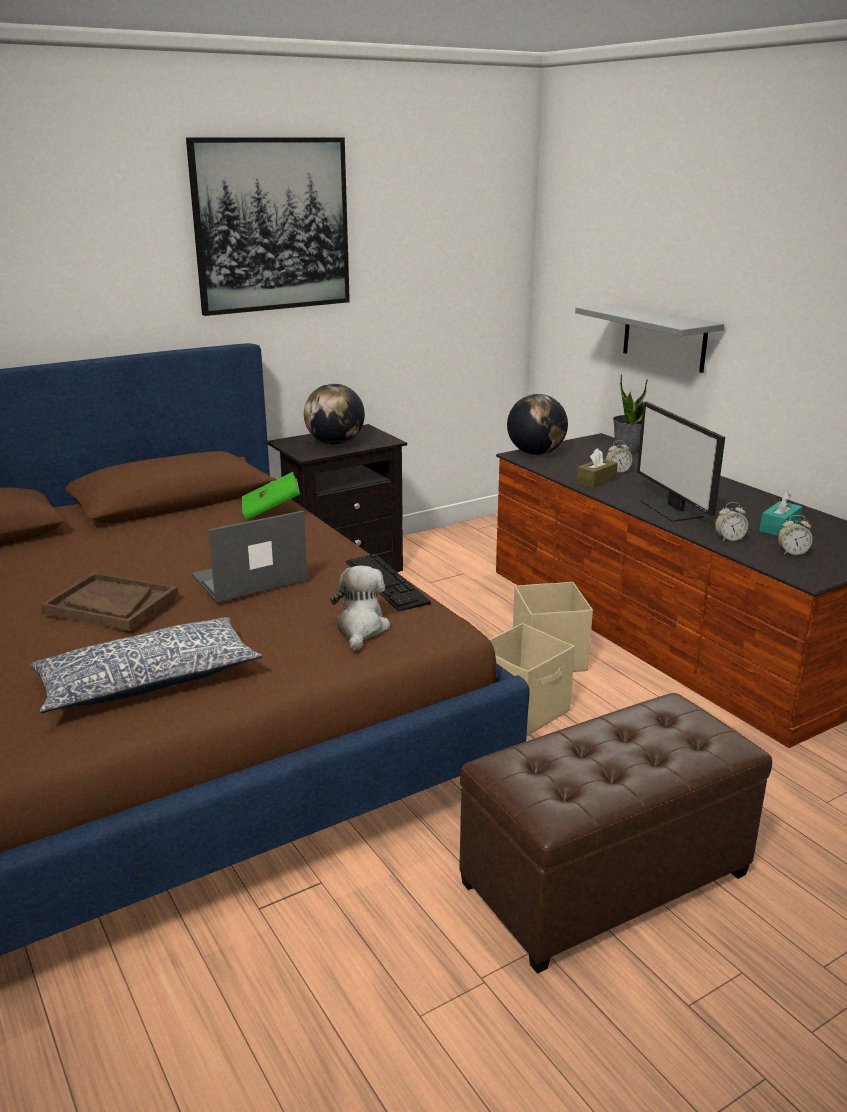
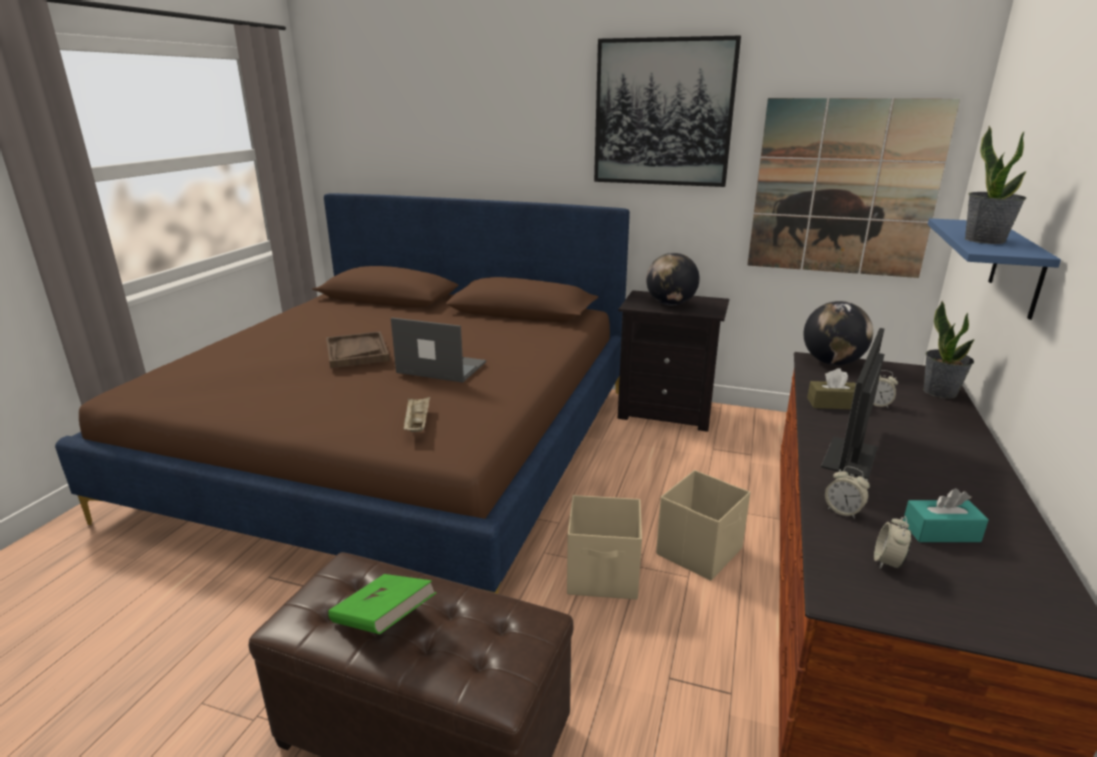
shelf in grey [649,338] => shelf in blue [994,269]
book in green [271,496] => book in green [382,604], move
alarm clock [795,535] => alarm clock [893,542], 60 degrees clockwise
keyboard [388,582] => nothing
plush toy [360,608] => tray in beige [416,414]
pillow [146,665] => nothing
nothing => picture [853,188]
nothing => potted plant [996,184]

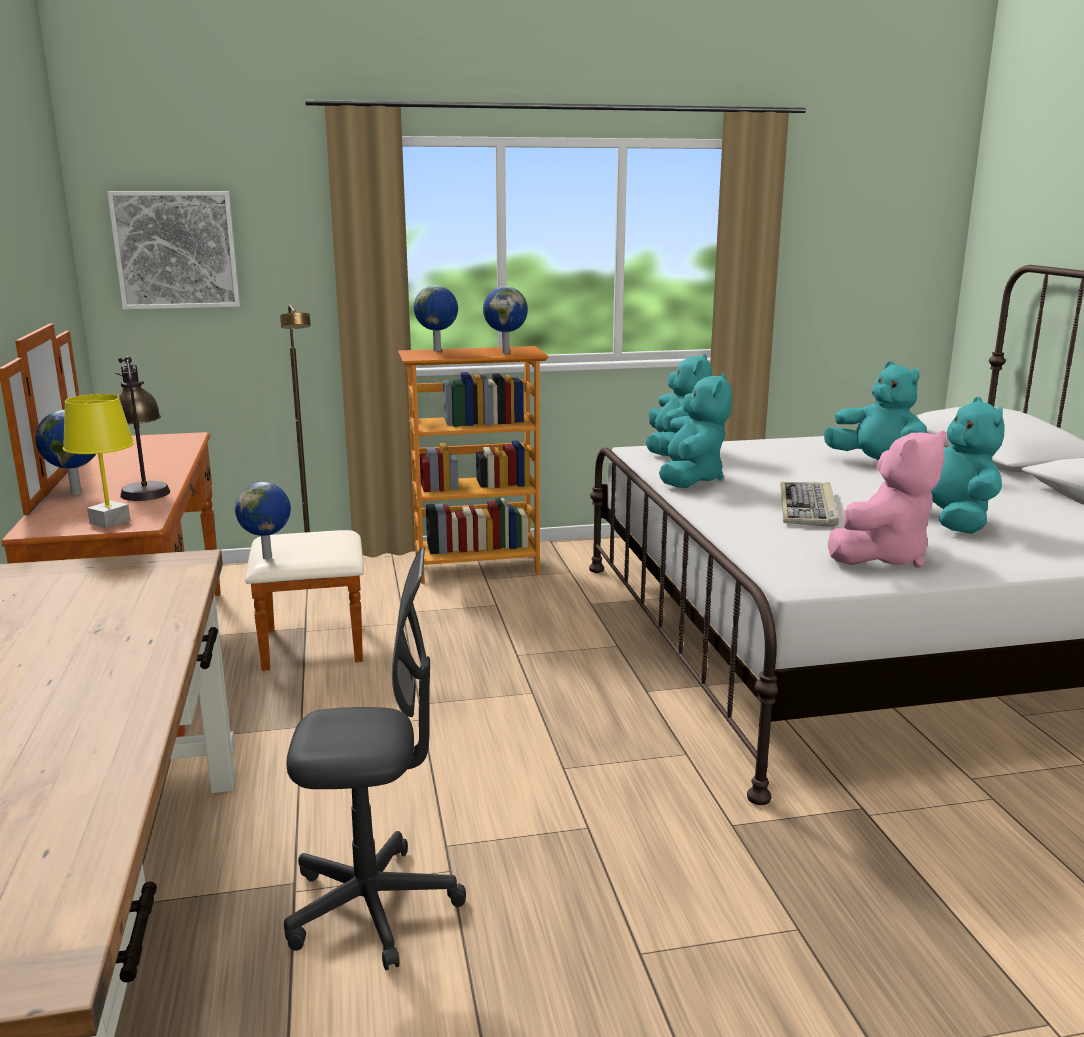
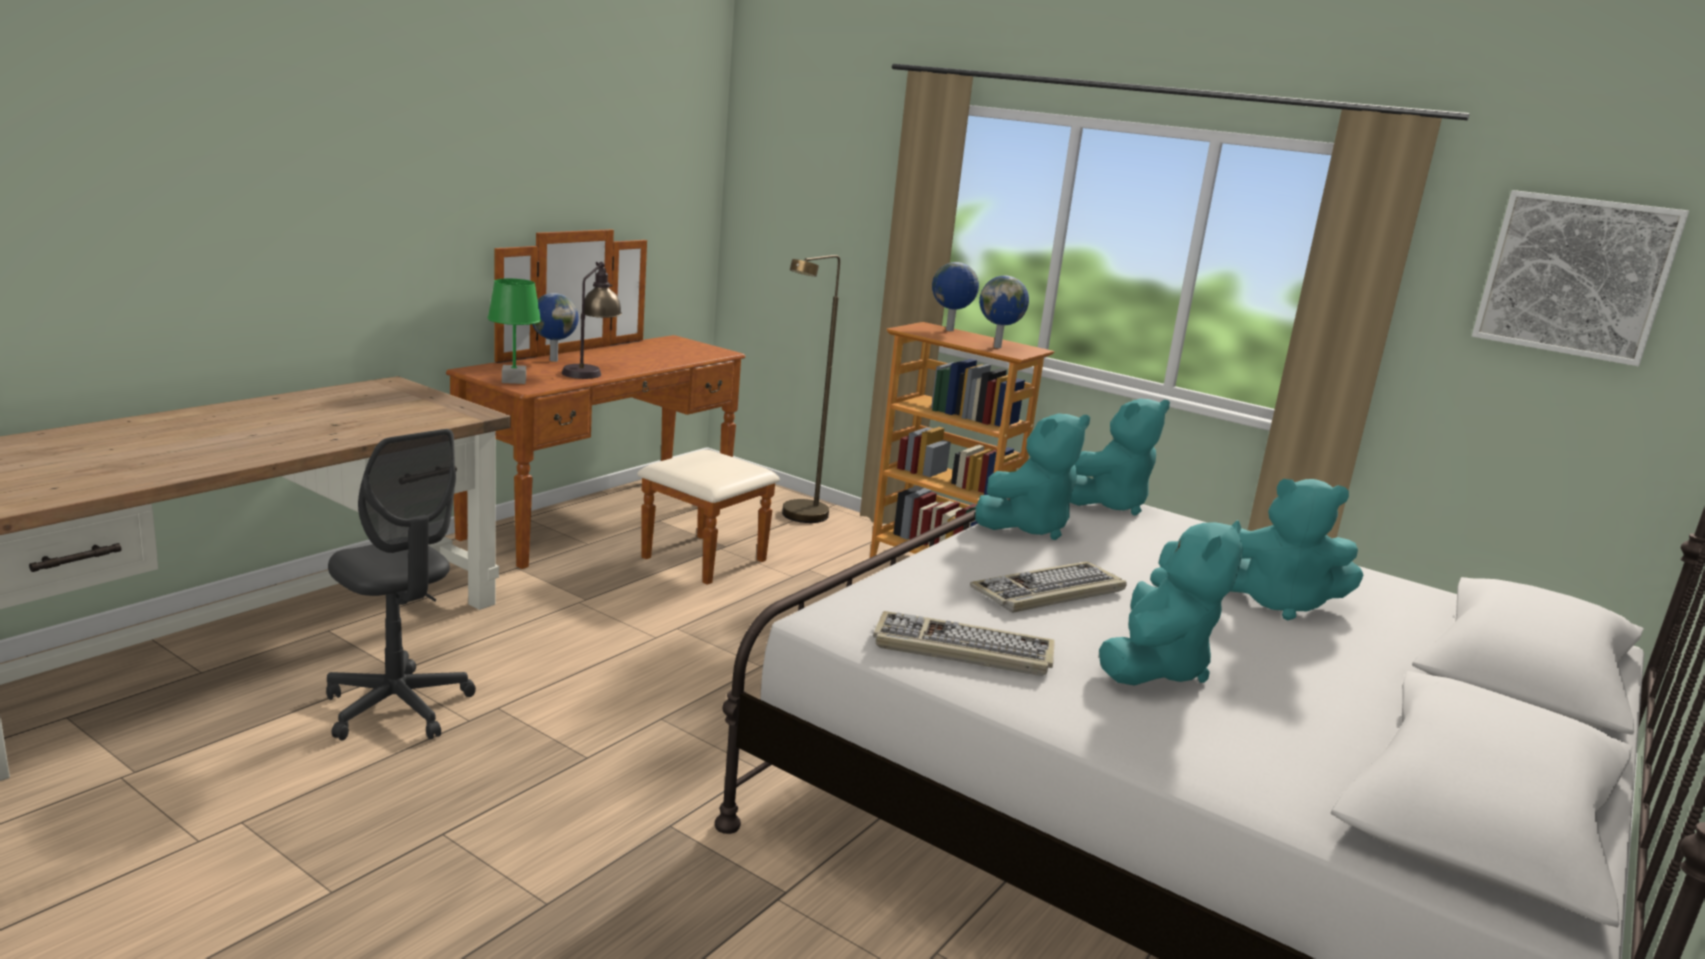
picture [173,250] => picture [1580,278], move
plush toy in turquoise [875,410] => plush toy in turquoise [1297,549], 90 degrees clockwise
table lamp in yellow [98,461] => table lamp in green [514,331]
plush toy in pink [887,499] => keyboard [964,643]
globe [263,520] => nothing

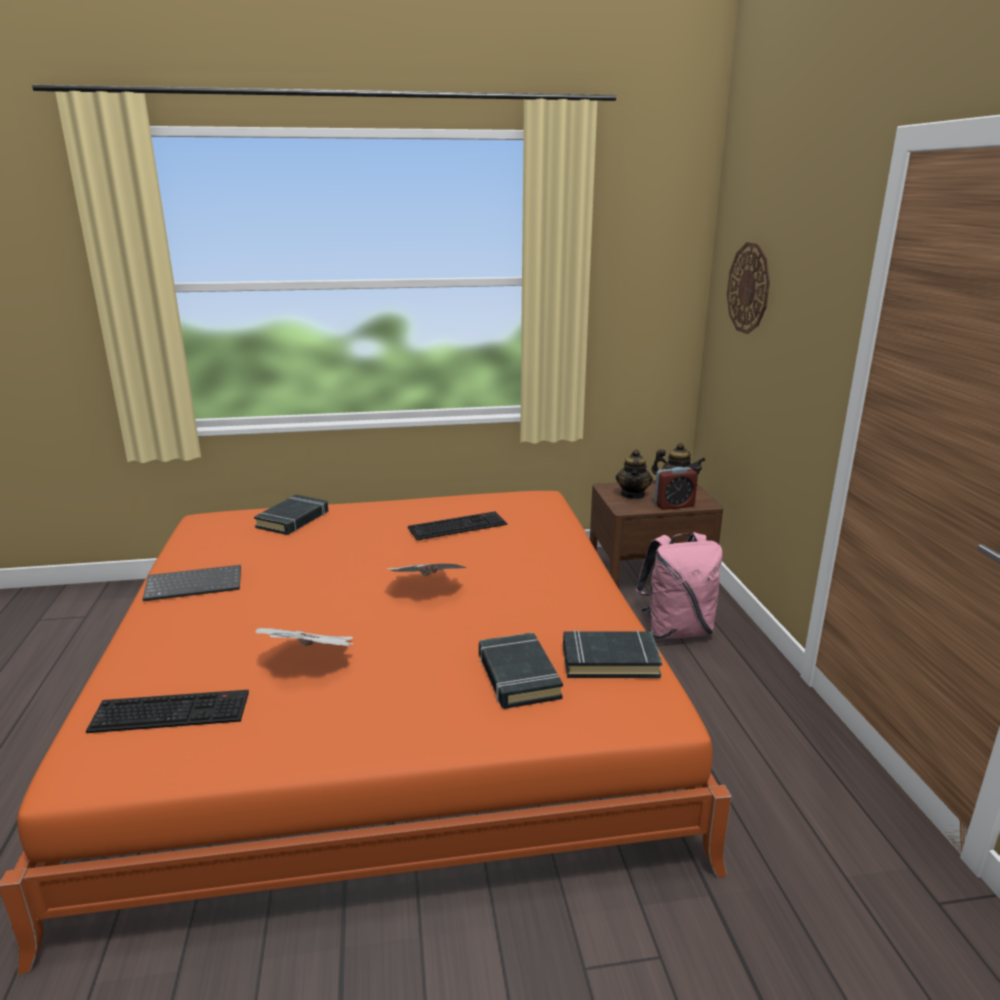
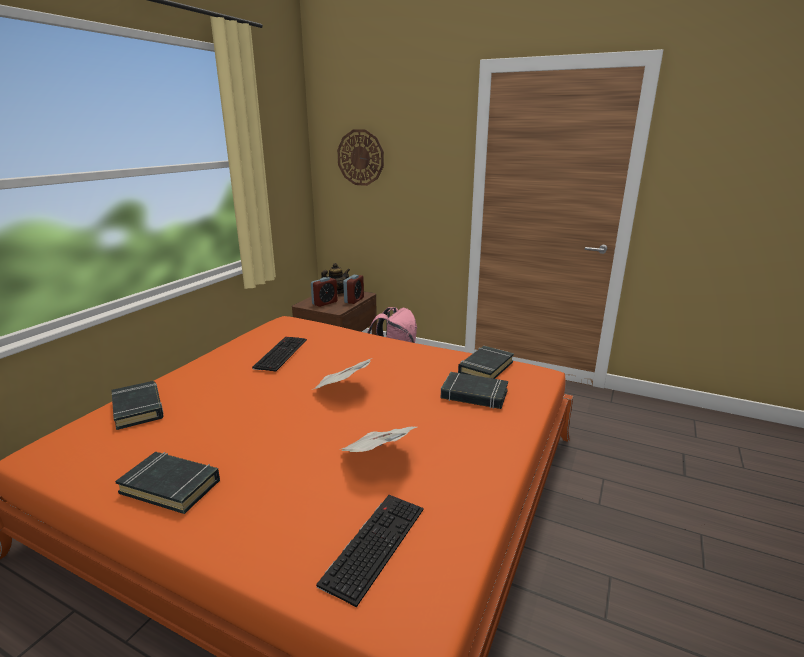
teapot [634,474] => alarm clock [324,292]
keyboard [192,583] => book in black [167,483]

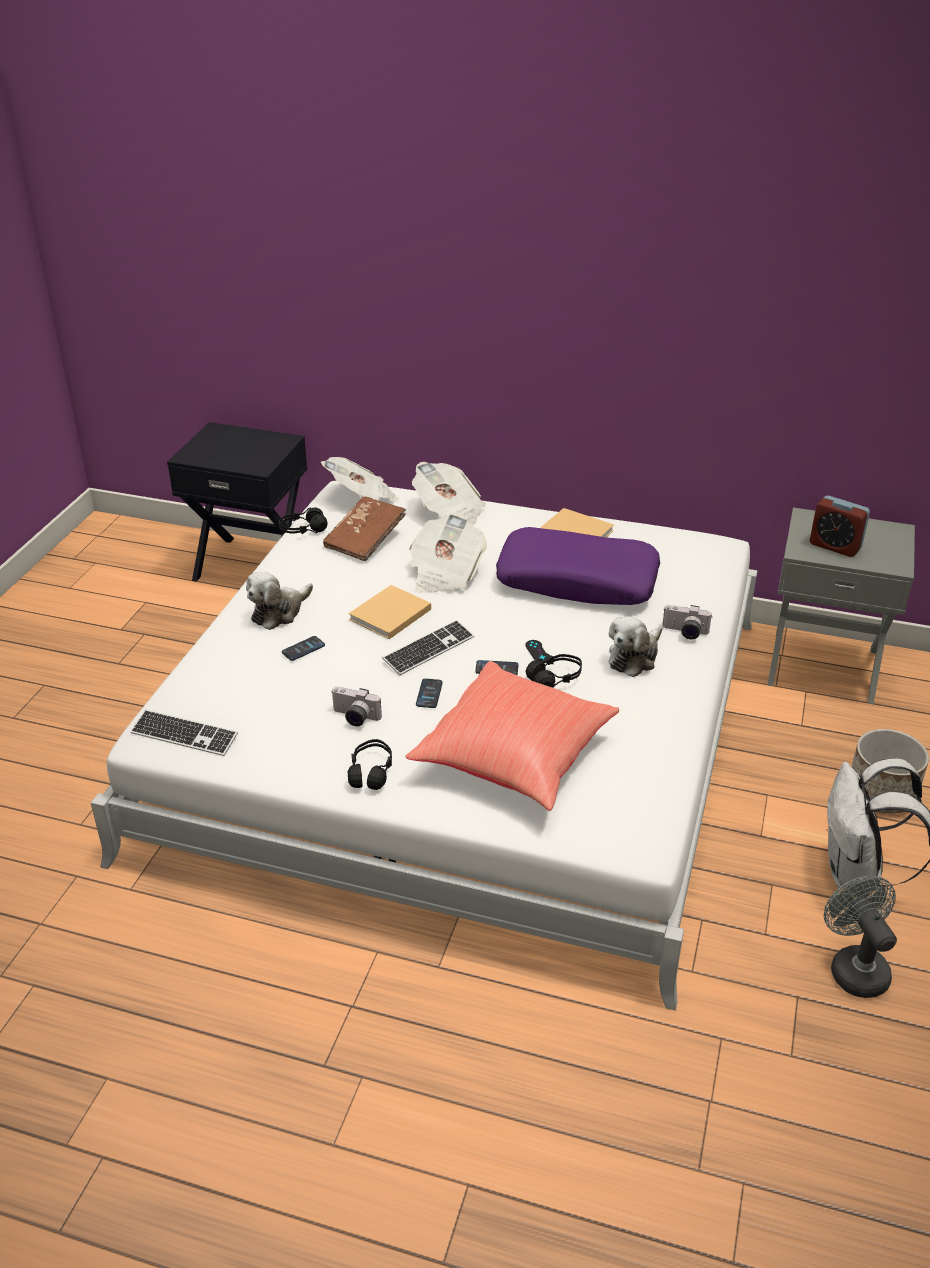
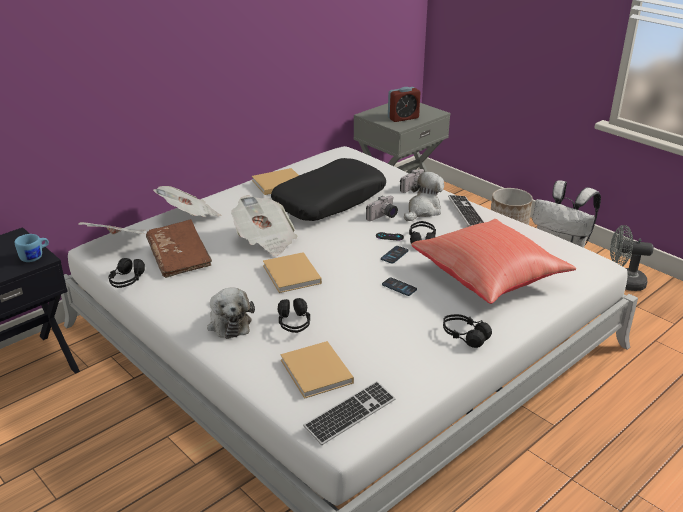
pillow in purple [578,566] => pillow in black [328,189]
plush toy [636,646] => plush toy [424,196], 120 degrees counterclockwise
keyboard [428,647] => keyboard [466,211], move
phone [303,648] => headphones in black [294,315]
photo camera [357,706] => photo camera [382,208], move
nothing => mug in blue [31,248]
nothing => book in beige [317,370]

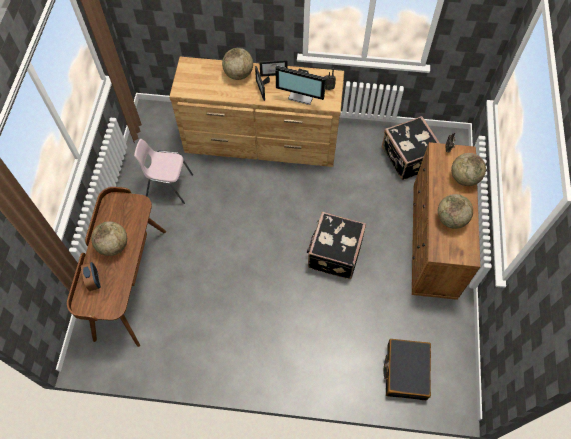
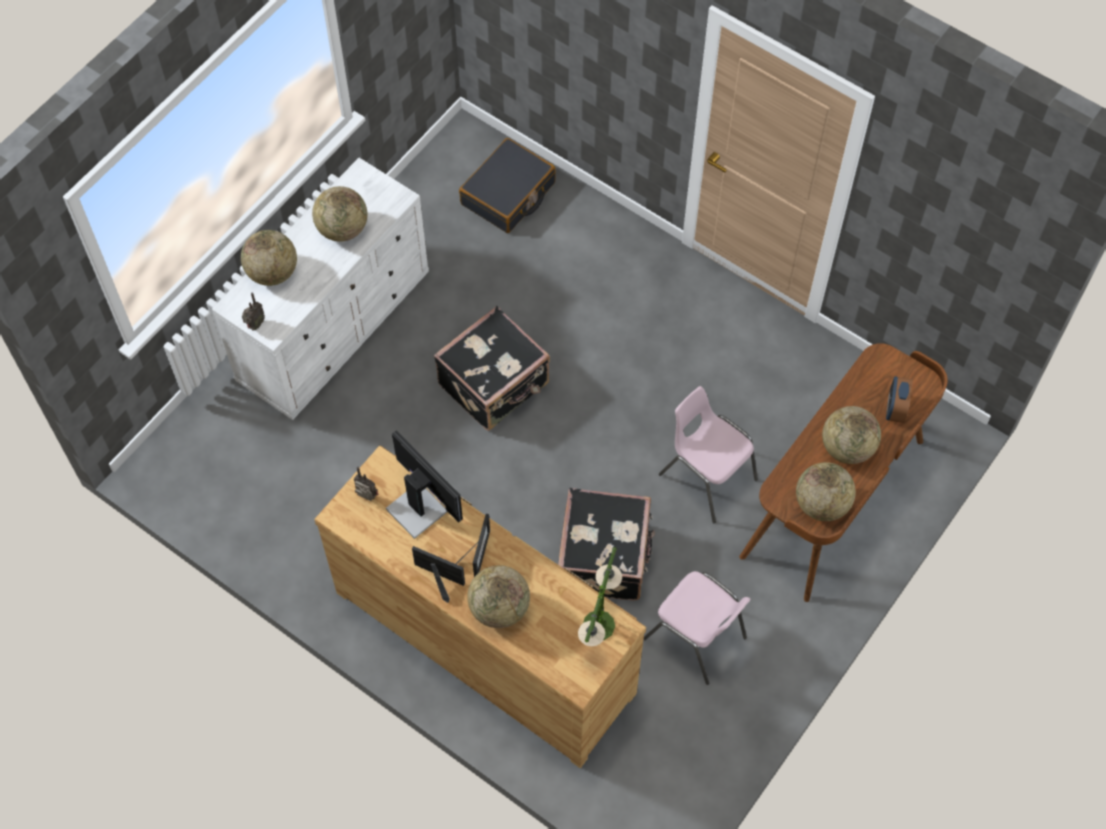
suitcase in black [410,148] => suitcase in black [606,544], move
dresser in brown [446,221] => dresser in white [320,289]
nothing => chair in pink [708,454]
nothing => globe [826,491]
nothing => table lamp [600,596]

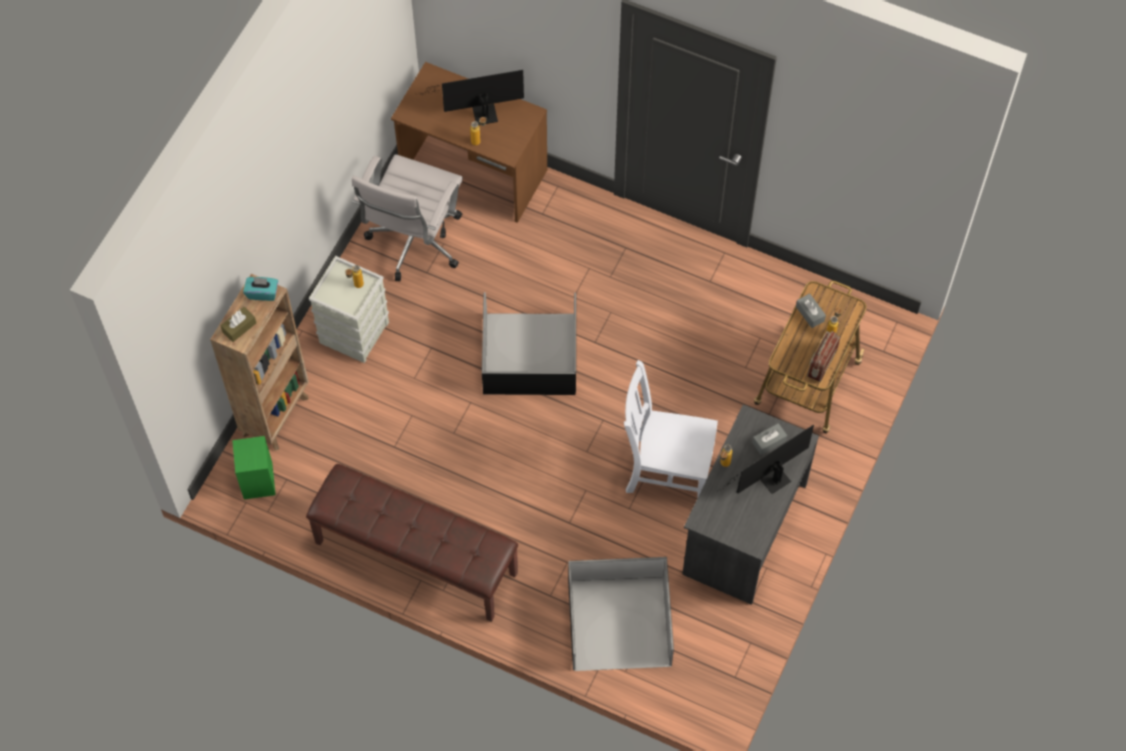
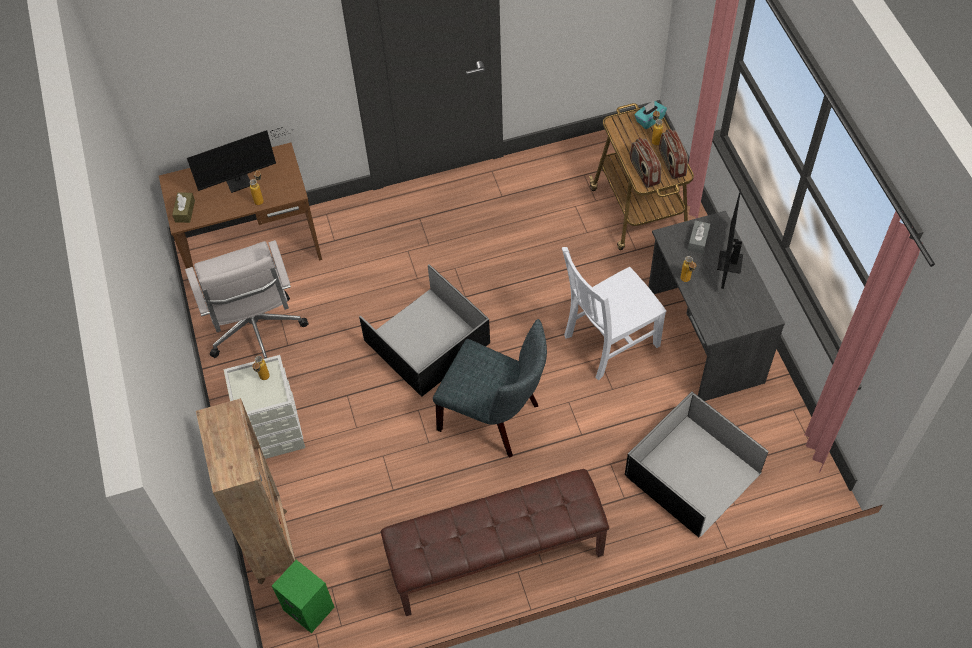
monitor [470,97] => monitor [241,160], 150 degrees counterclockwise
tissue box in turquoise [260,289] => tissue box in turquoise [650,115], move
tissue box in grey [811,310] => nothing
tissue box in brown [238,324] => tissue box in brown [183,207], move
nothing => radio [645,163]
nothing => chair in grey [490,388]

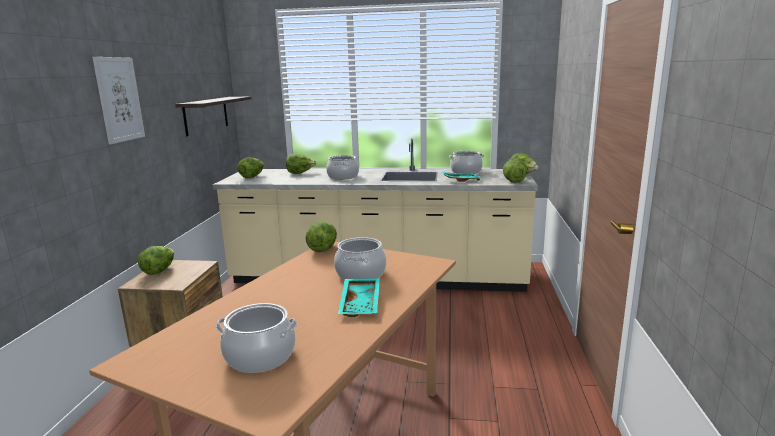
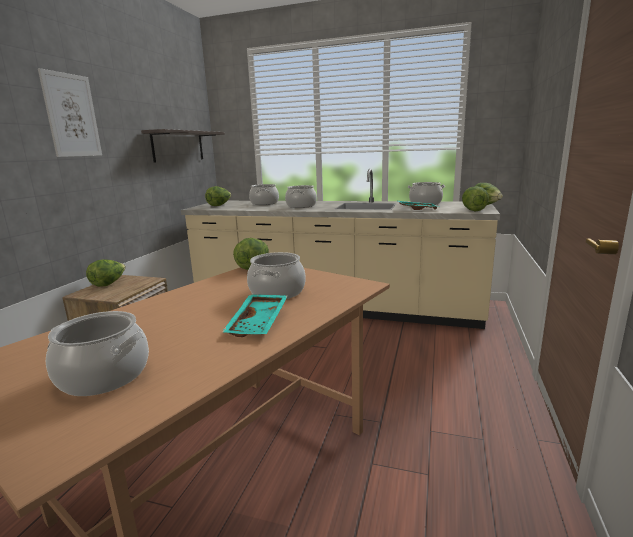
lettuce [301,164] => cooking pot [264,194]

